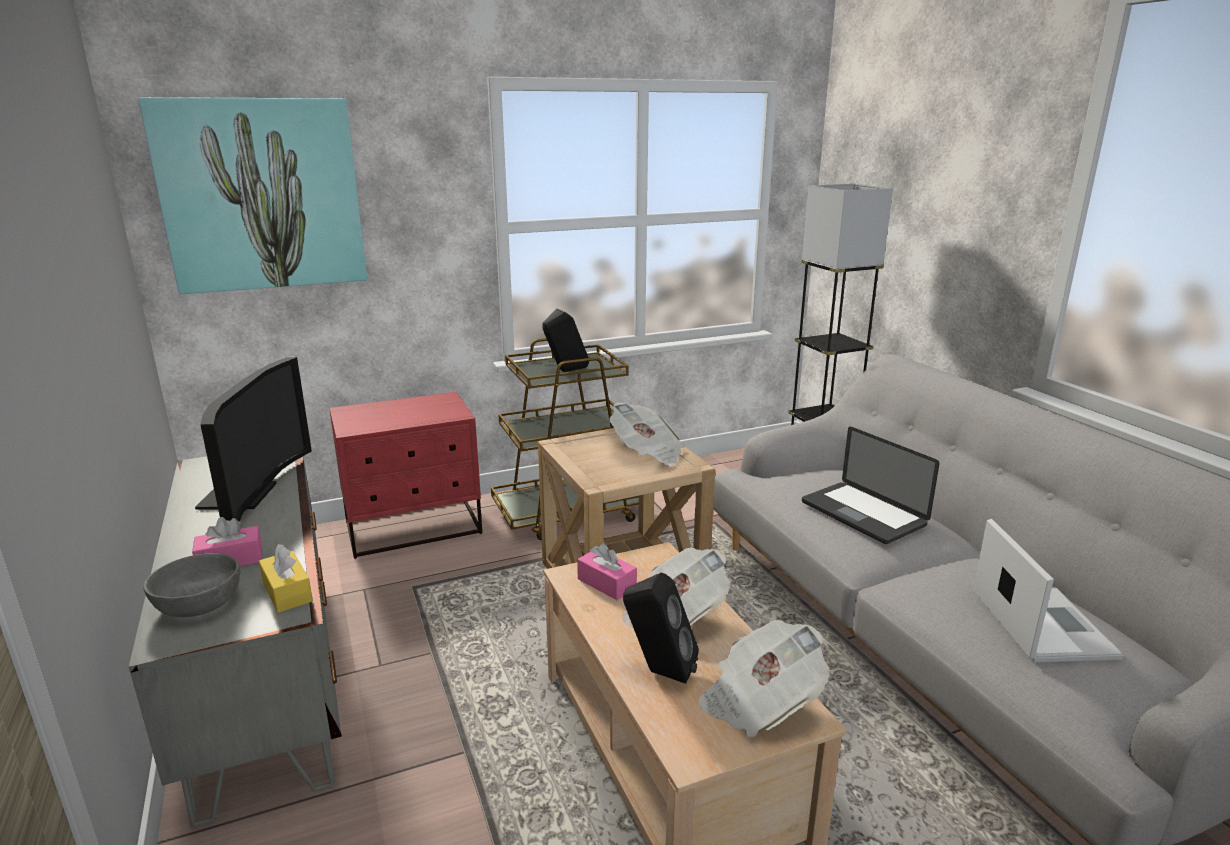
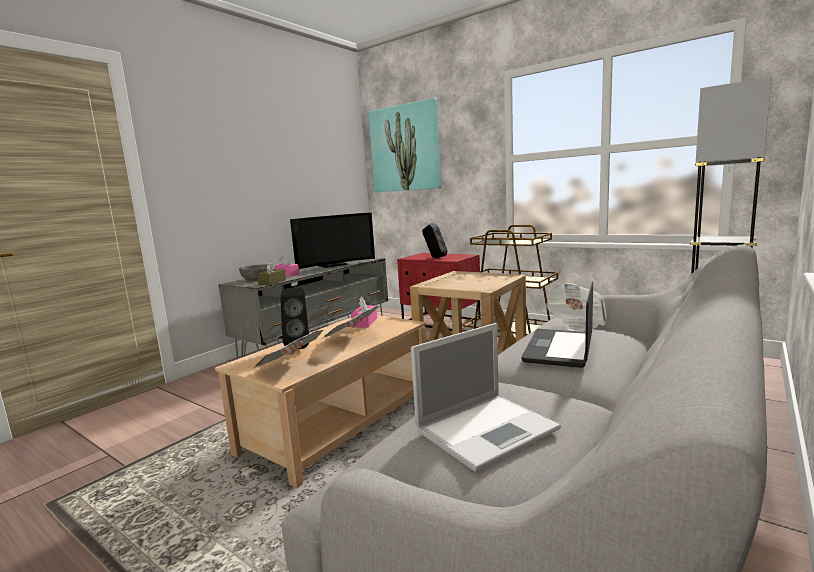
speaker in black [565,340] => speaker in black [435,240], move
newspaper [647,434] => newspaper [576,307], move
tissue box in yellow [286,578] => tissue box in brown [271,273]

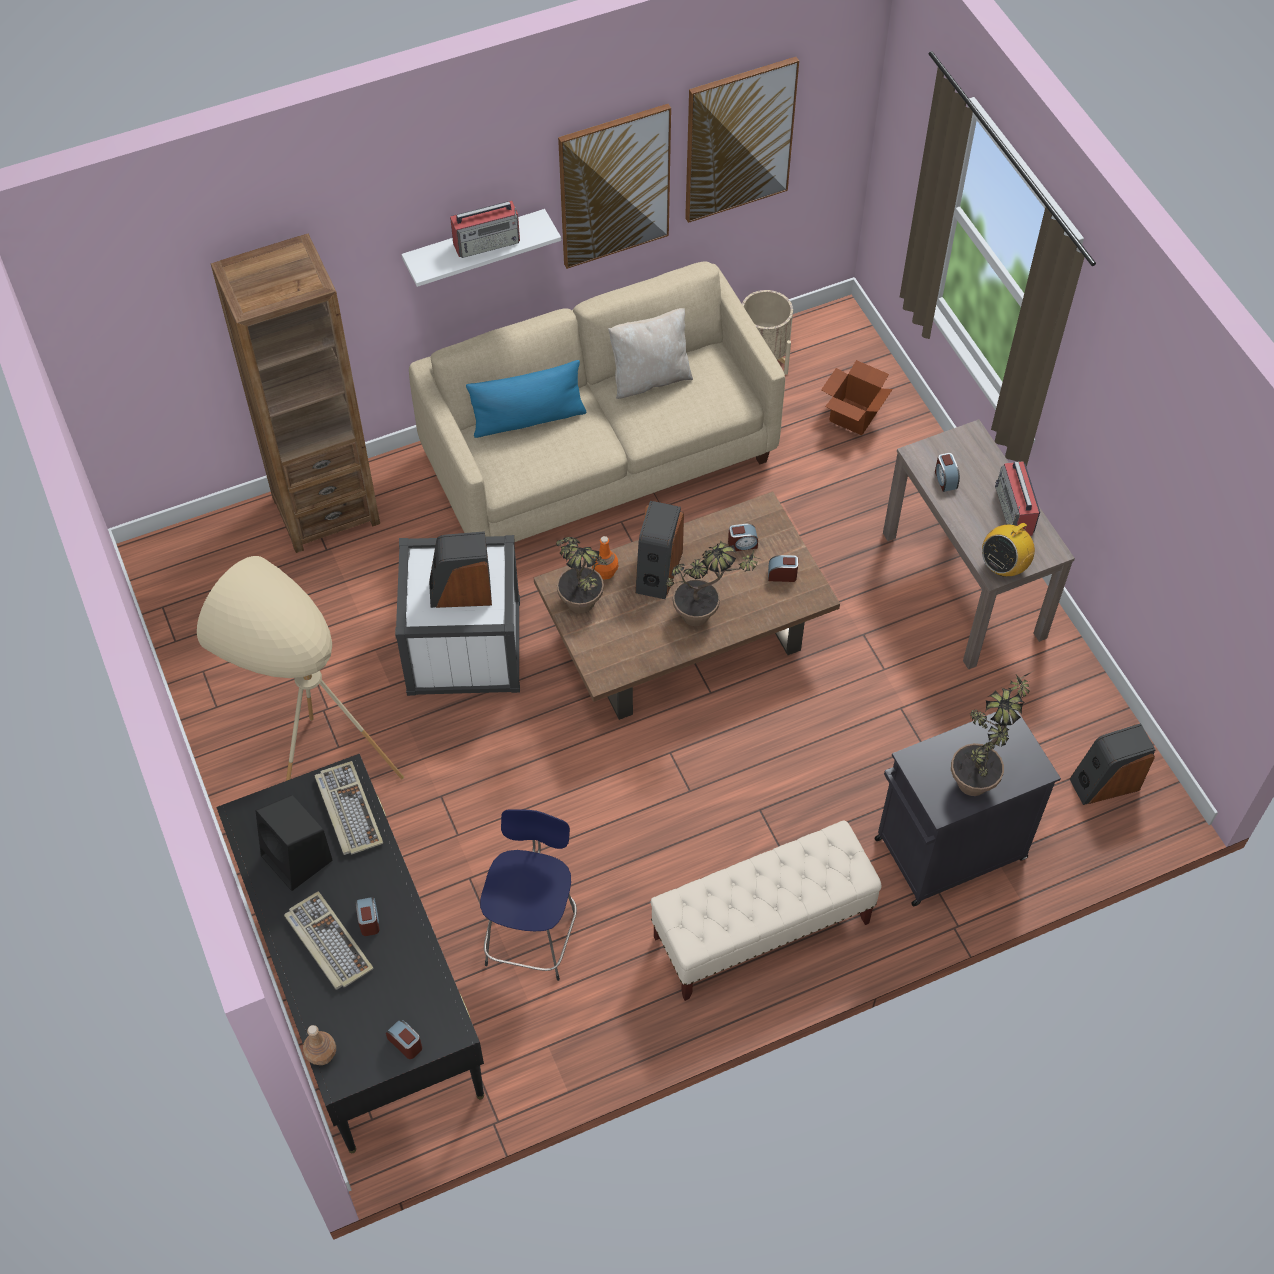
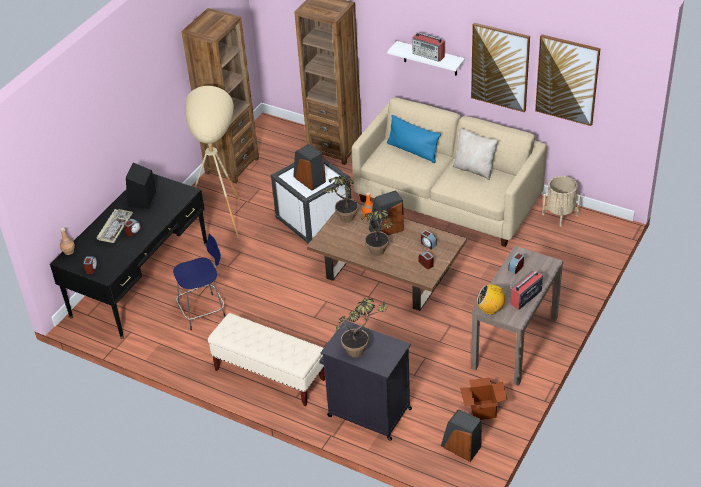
cardboard box [857,397] => cardboard box [484,398], move
keyboard [349,808] => nothing
nothing => bookcase in brown [220,96]

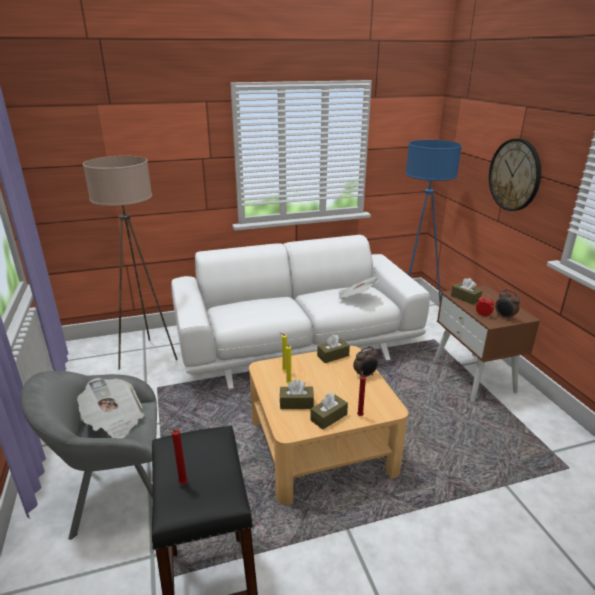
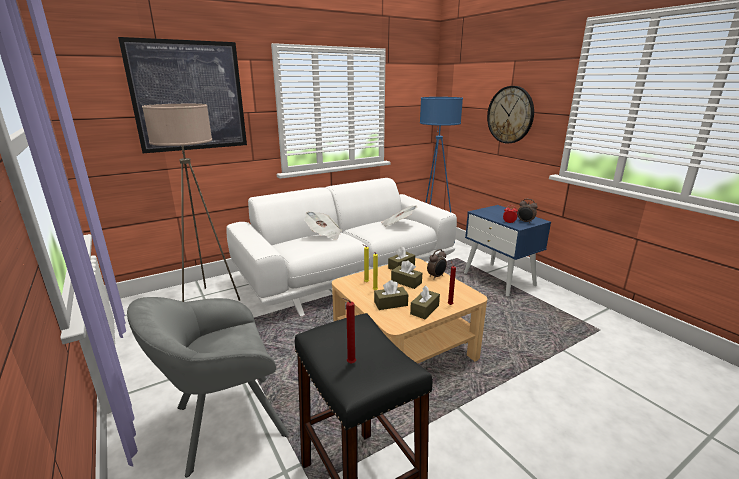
tissue box in brown [466,291] => tissue box in brown [406,274], move
nightstand in brown [486,343] => nightstand in blue [507,250]
newspaper [110,408] => newspaper [323,225], move
nothing => picture [182,95]

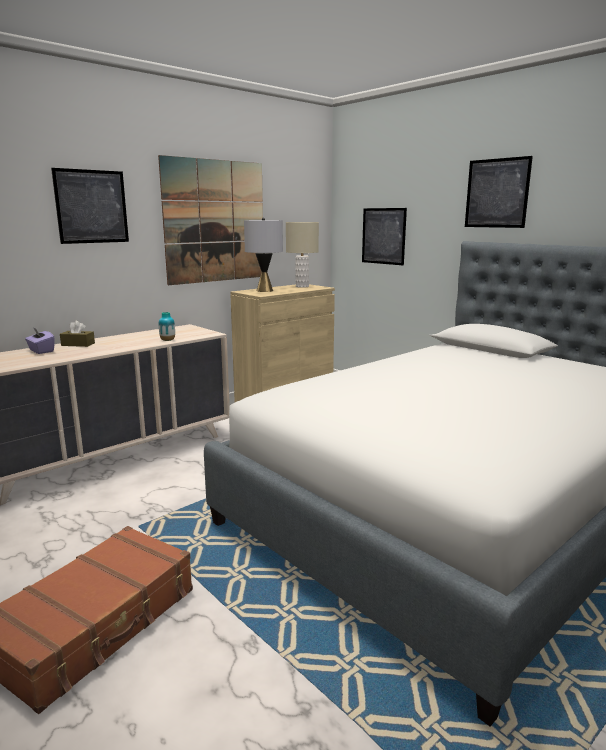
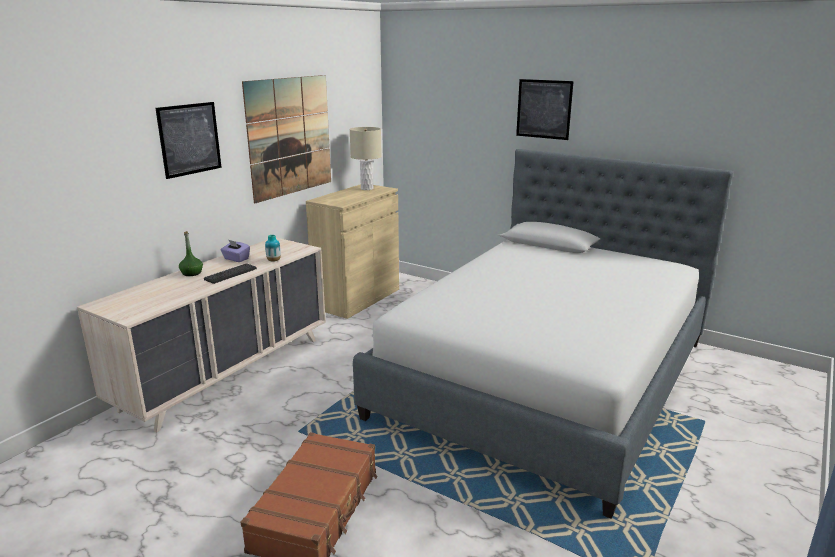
picture [384,236] => nothing
table lamp in grey [263,255] => nothing
tissue box in brown [77,334] => bottle in green [191,253]
tissue box in purple [40,341] => tissue box in purple [235,250], move
nothing => keyboard [230,273]

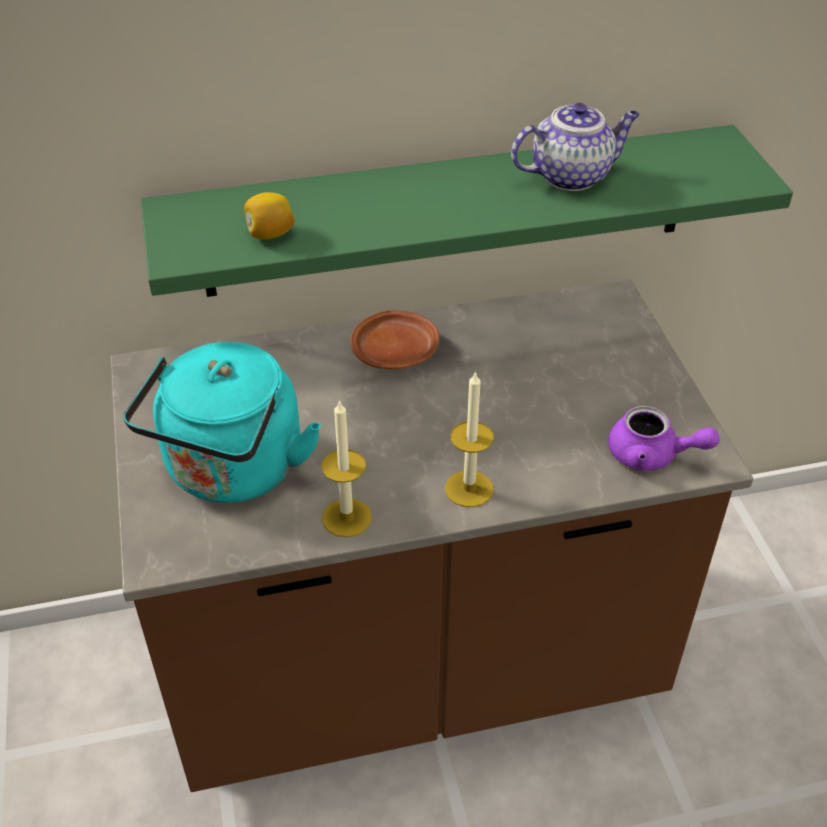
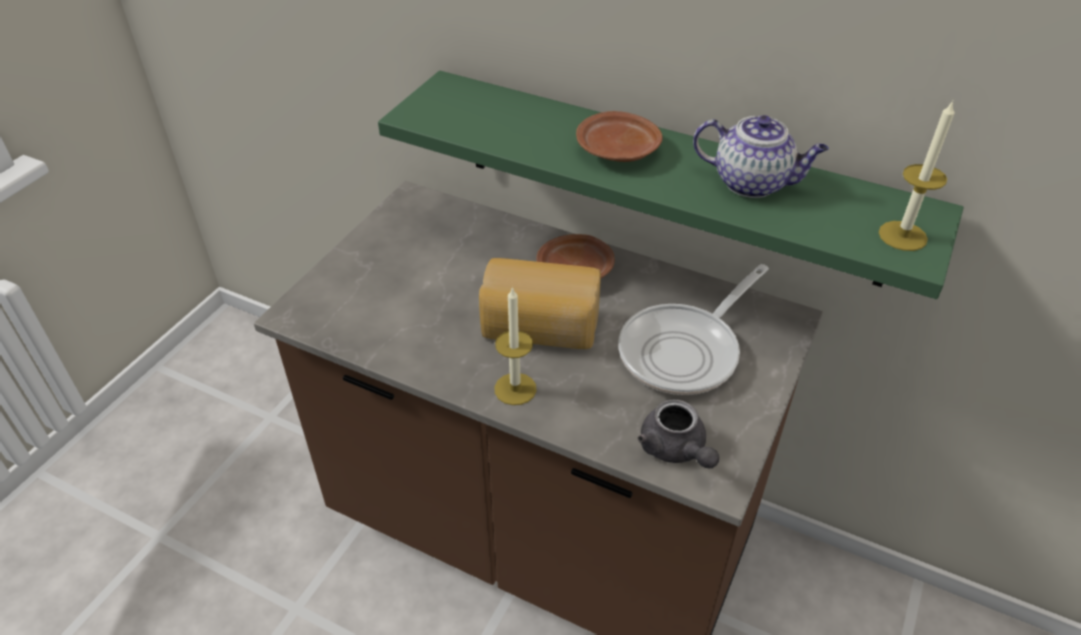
lemon [269,215] => nothing
kettle in turquoise [222,422] => nothing
candle [346,468] => candle [917,175], move
teapot in purple [664,438] => teapot in grey [678,433]
nothing => plate in brown [619,136]
nothing => bread [540,303]
nothing => frying pan [693,329]

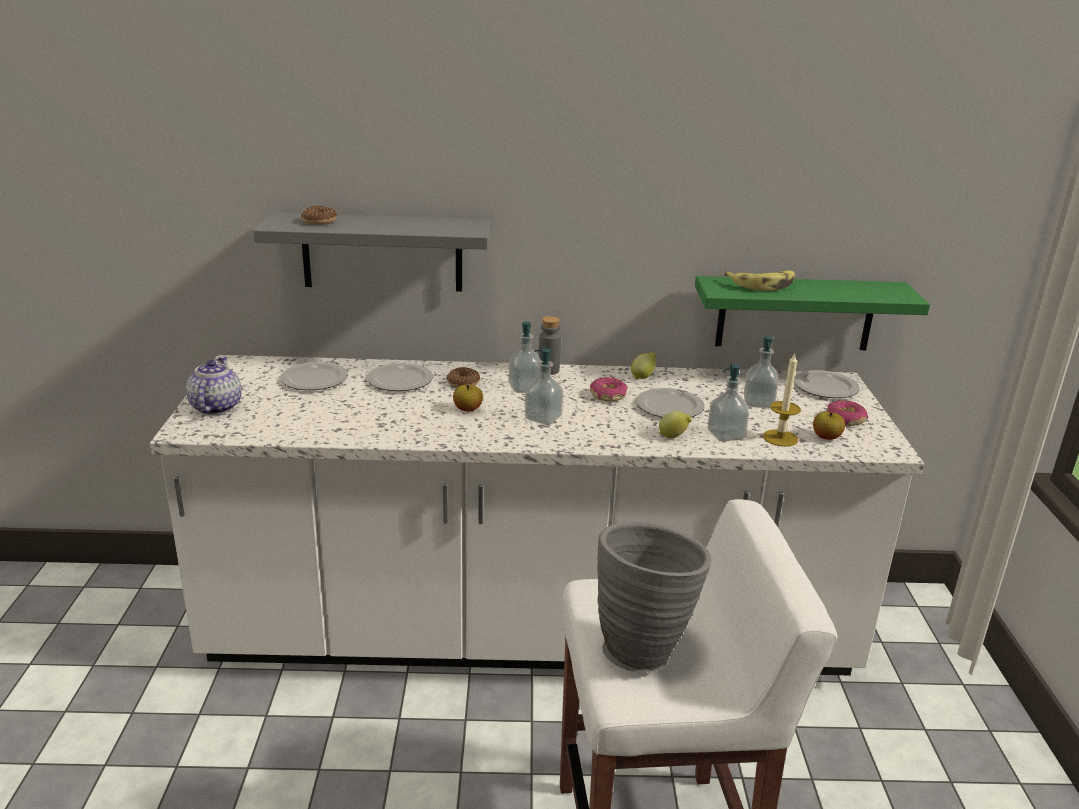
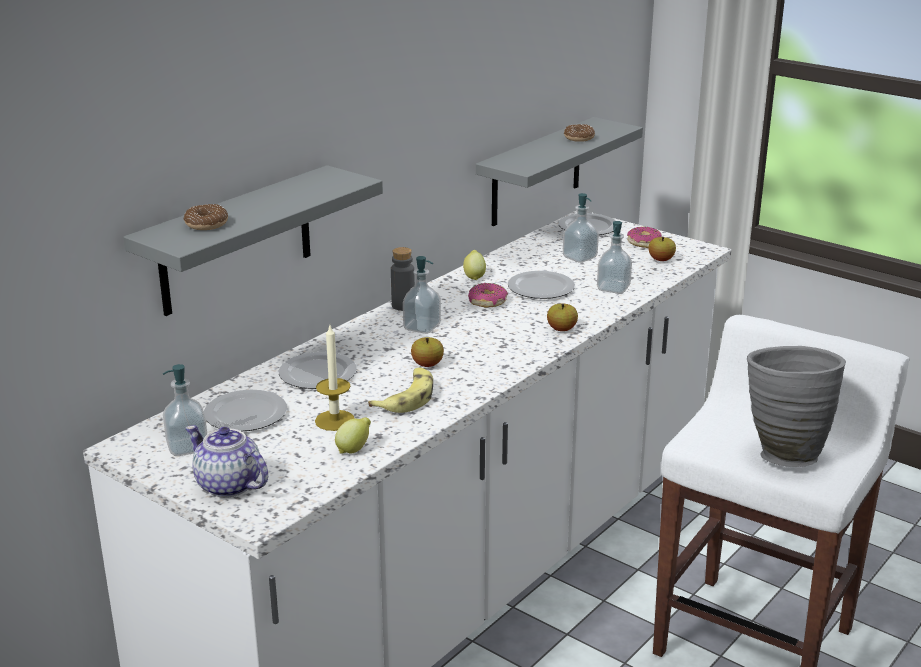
banana [760,280] => banana [400,390], move
shelf in green [812,313] => shelf in grey [559,171]
soap dispenser [544,386] => soap dispenser [185,410], move
candle [782,399] => candle [335,378], move
donut [463,377] => donut [579,133], move
lemon [675,424] => lemon [353,435], move
nothing => apple [562,317]

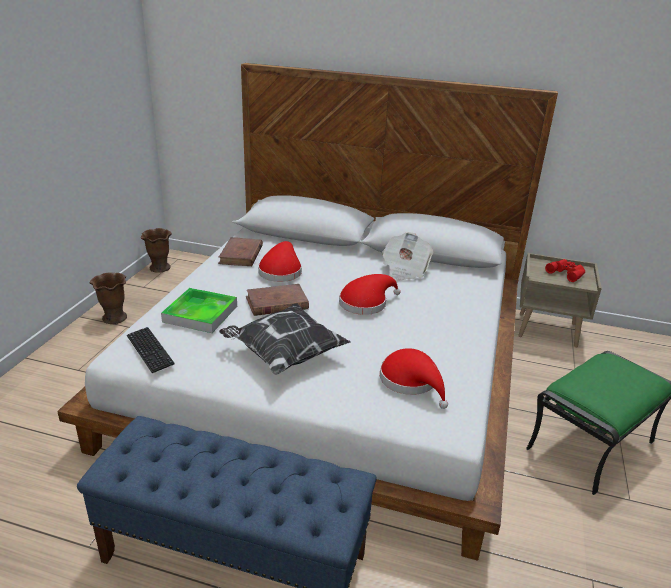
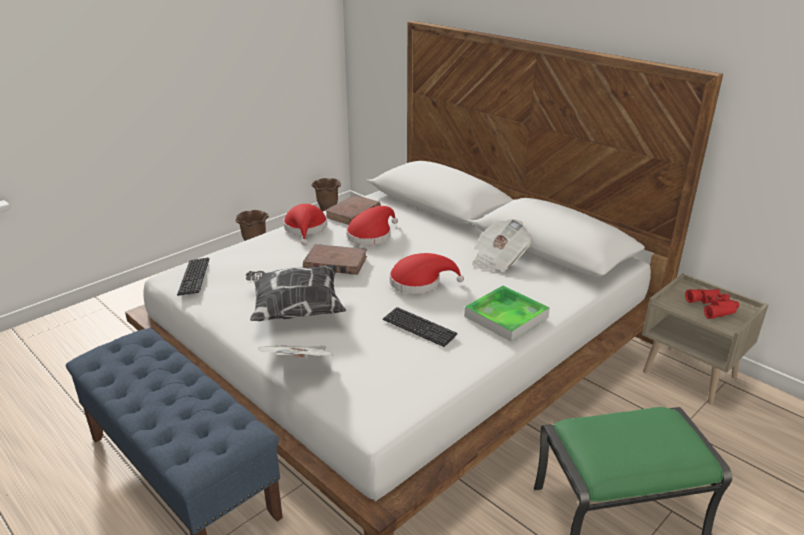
tray [199,310] => tray [507,313], move
hat in red [414,378] => hat in red [305,225], move
nothing => keyboard [420,327]
nothing => newspaper [295,351]

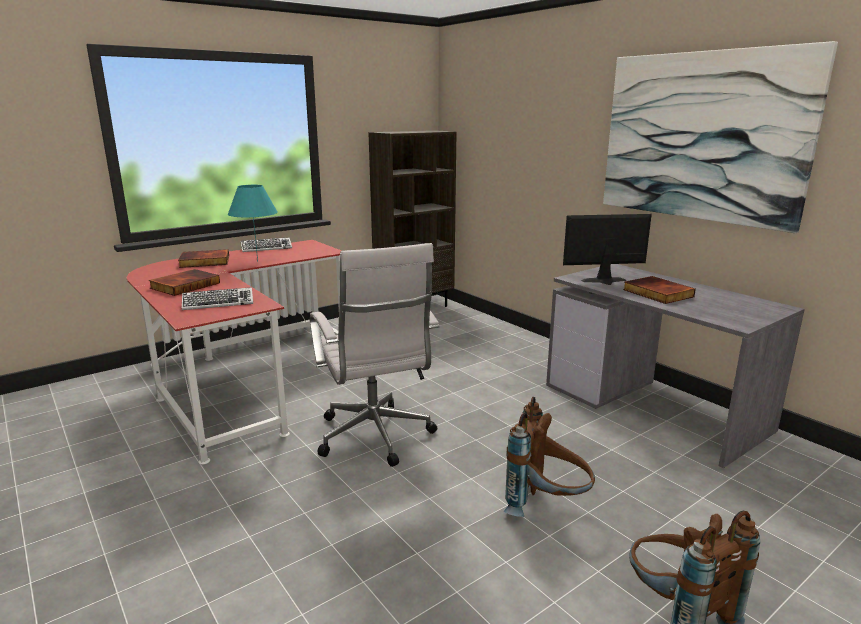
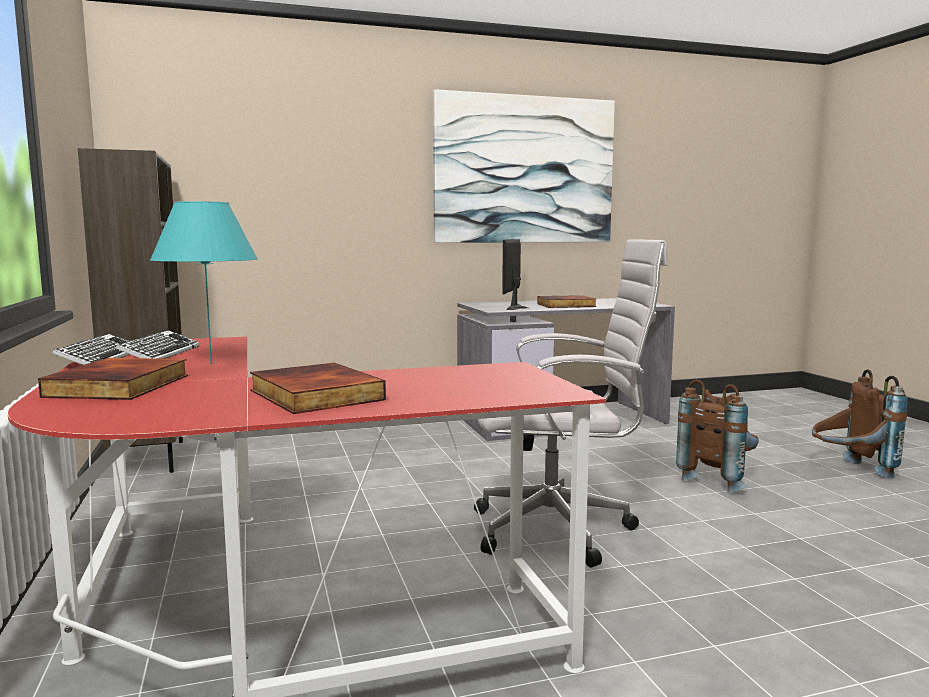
keyboard [217,298] => keyboard [158,344], move

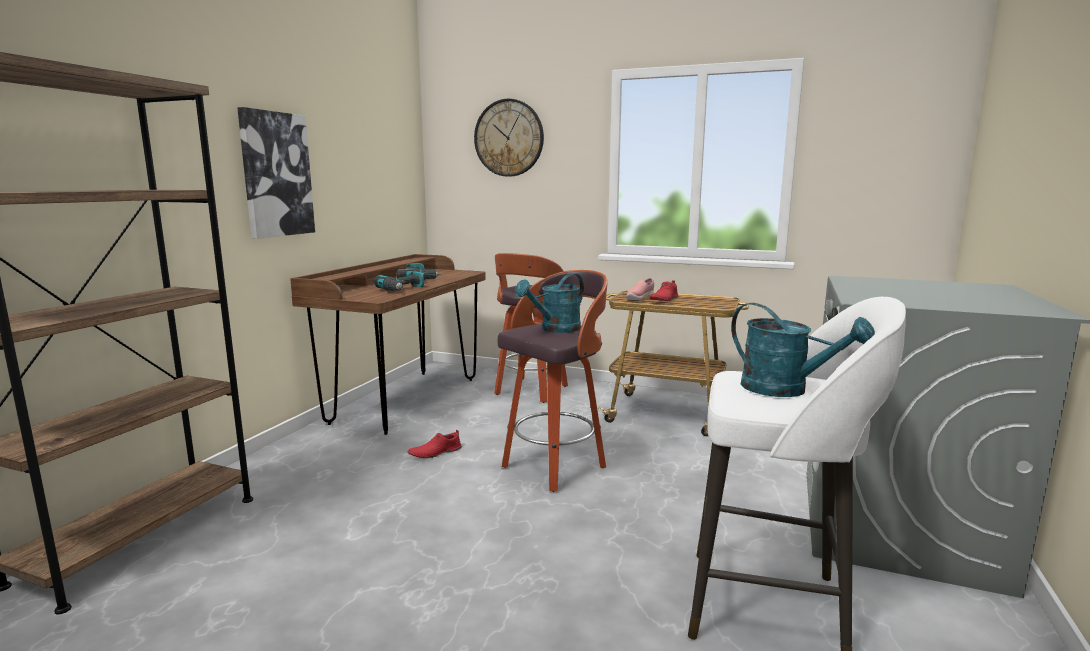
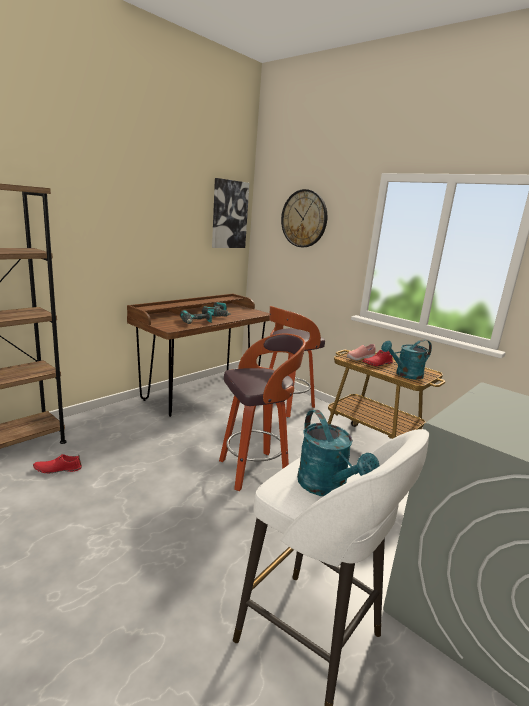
picture [276,173] => picture [230,213], move
watering can in turquoise [549,303] => watering can in turquoise [406,359], move
shoe in red [434,444] => shoe in red [57,464], move

